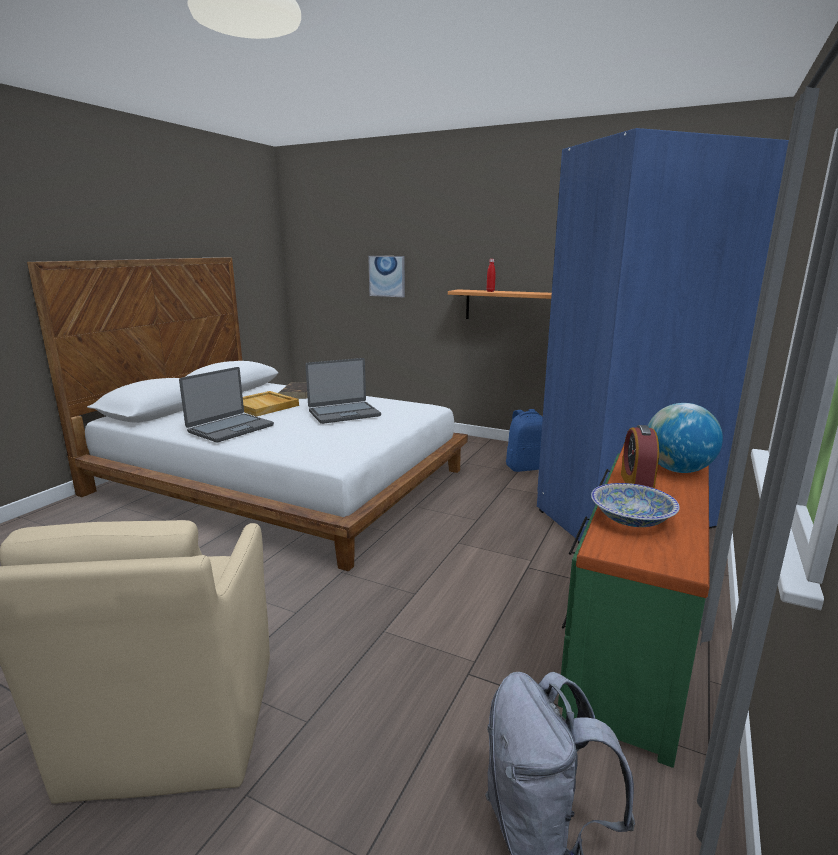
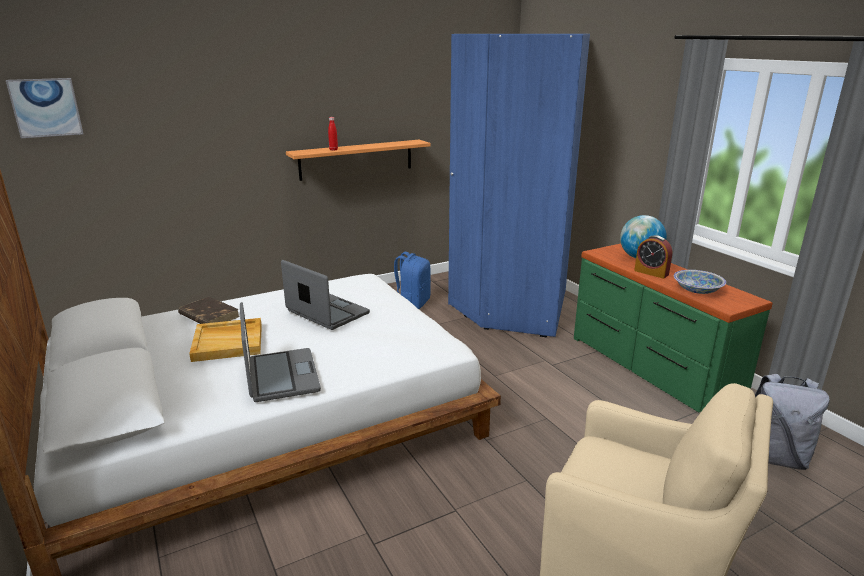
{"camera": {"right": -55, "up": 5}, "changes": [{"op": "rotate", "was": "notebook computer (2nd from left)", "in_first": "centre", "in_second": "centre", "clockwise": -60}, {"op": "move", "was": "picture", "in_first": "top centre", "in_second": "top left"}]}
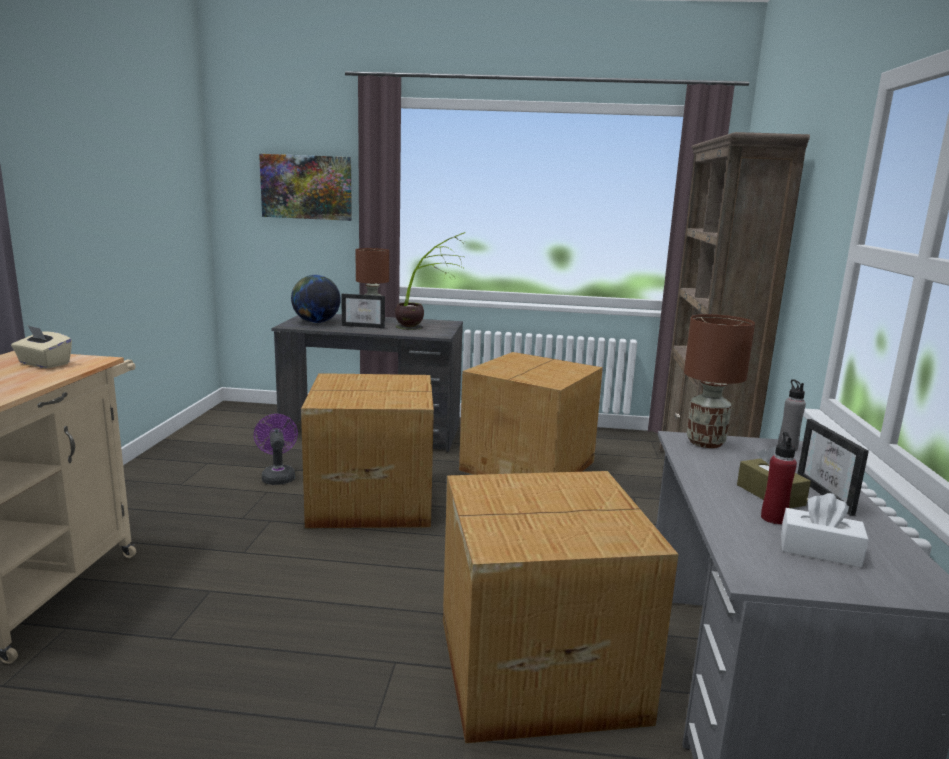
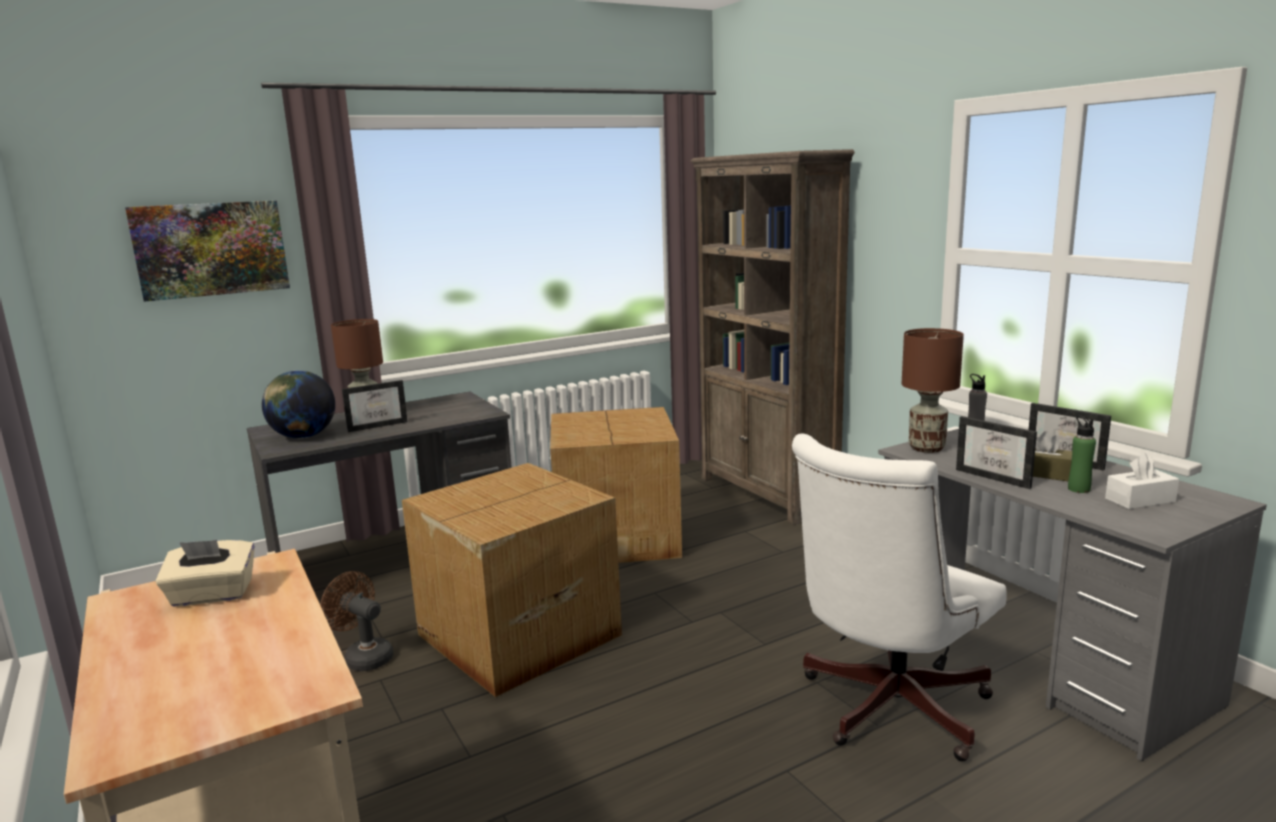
{"camera": {"right": -35, "up": 0}, "changes": [{"op": "recolor", "was": "cooling fan (purple)", "now": "cooling fan (brownish)", "in_first": "middle left", "in_second": "bottom left"}, {"op": "delete", "was": "plant in a pot", "in_first": "centre"}, {"op": "replace", "was": "packing box (3rd from left)", "now": "computer chair (white-coloured)", "in_first": "bottom centre", "in_second": "bottom right"}, {"op": "recolor", "was": "bottle (red)", "now": "bottle (green-coloured)", "in_first": "middle right", "in_second": "middle right"}, {"op": "insert", "now": "picture frame (2nd from left)", "in_second": "middle right"}]}
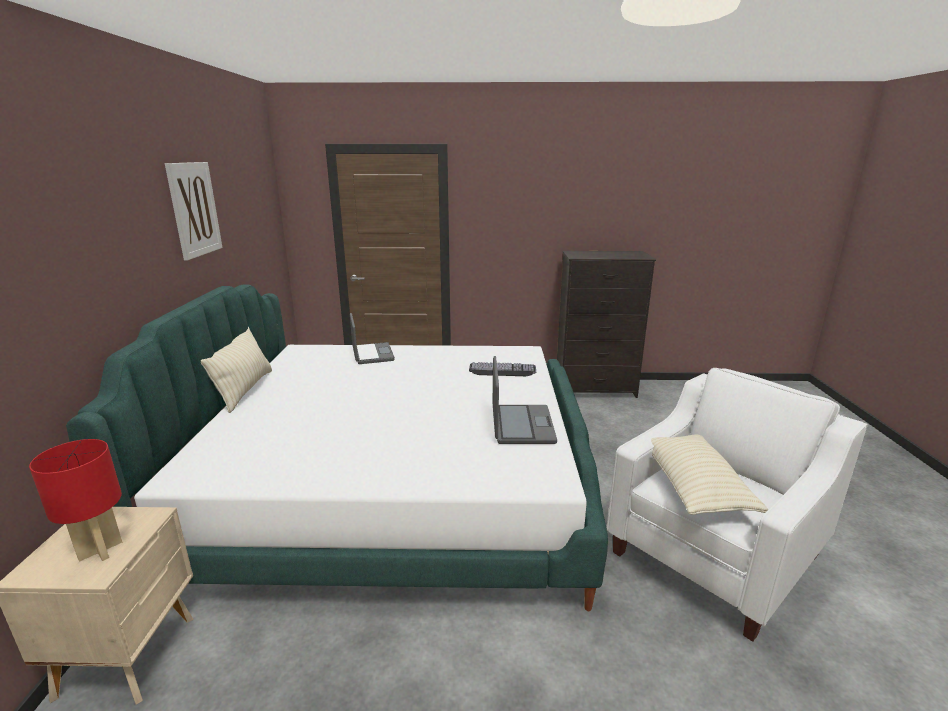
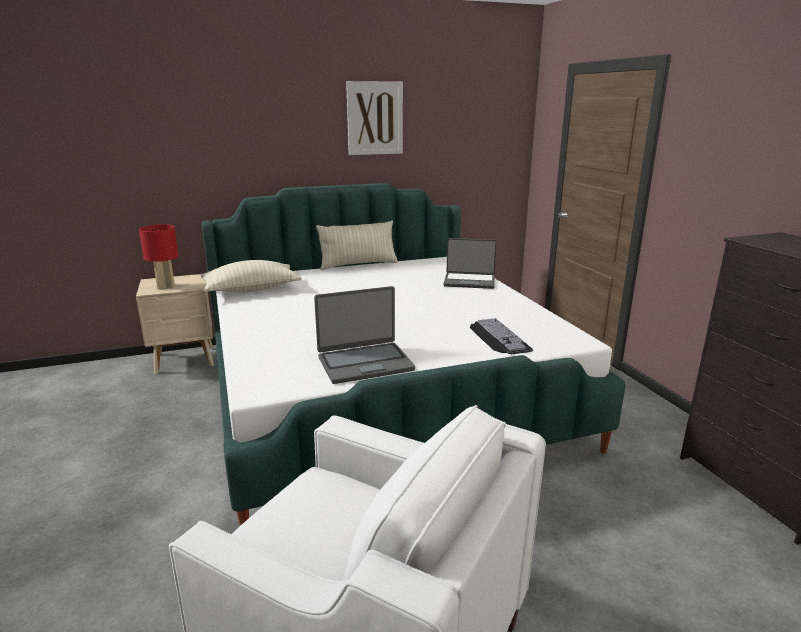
{"camera": {"right": 70, "up": 0}, "changes": [{"op": "rotate", "was": "notebook computer (1st from left in the first image)", "in_first": "centre", "in_second": "centre", "clockwise": 45}, {"op": "move", "was": "pillow (beige) (2nd from left in the first image)", "now": "pillow (beige) (1st from left)", "in_first": "bottom right", "in_second": "middle left"}]}
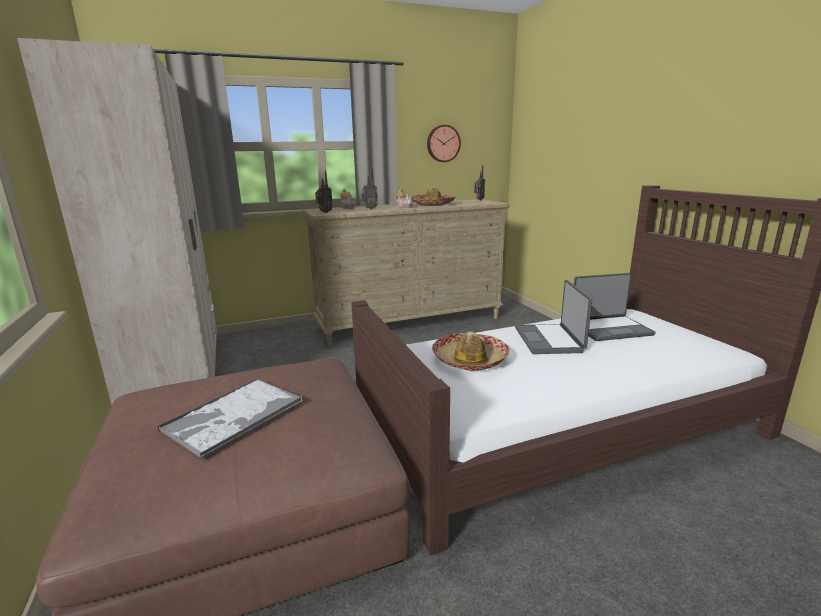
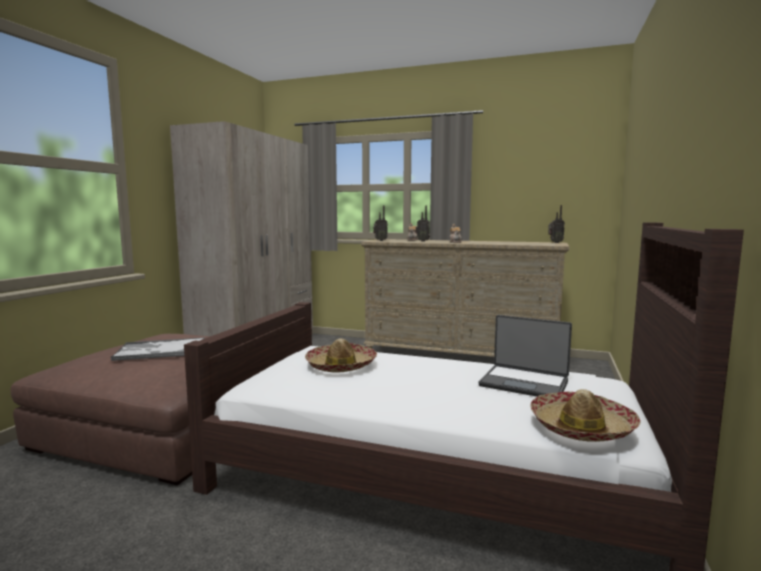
{"camera": {"right": 40, "up": -10}, "changes": [{"op": "move", "was": "hat (1st from left in the first image)", "now": "hat (2nd from left)", "in_first": "top centre", "in_second": "bottom right"}, {"op": "delete", "was": "clock on the wall", "in_first": "top centre"}, {"op": "delete", "was": "notebook computer (1st from left)", "in_first": "middle right"}]}
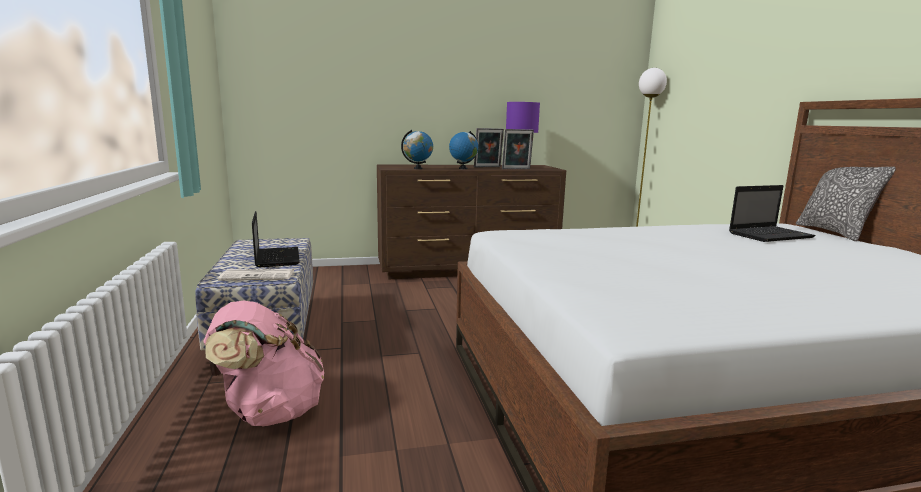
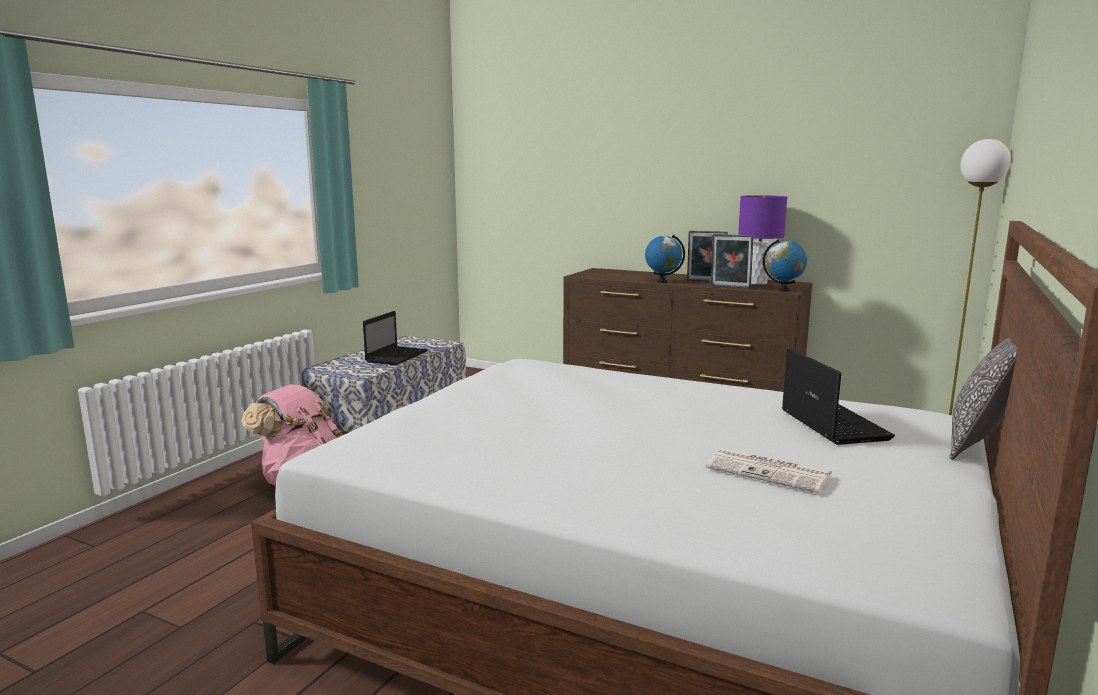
{"camera": {"right": 40, "up": 0}, "changes": [{"op": "move", "was": "printed paper", "in_first": "middle left", "in_second": "bottom right"}, {"op": "move", "was": "world globe (1st from left in the first image)", "now": "world globe (2nd from left)", "in_first": "top centre", "in_second": "middle right"}, {"op": "rotate", "was": "notebook computer (2nd from left)", "in_first": "middle right", "in_second": "middle right", "clockwise": -120}]}
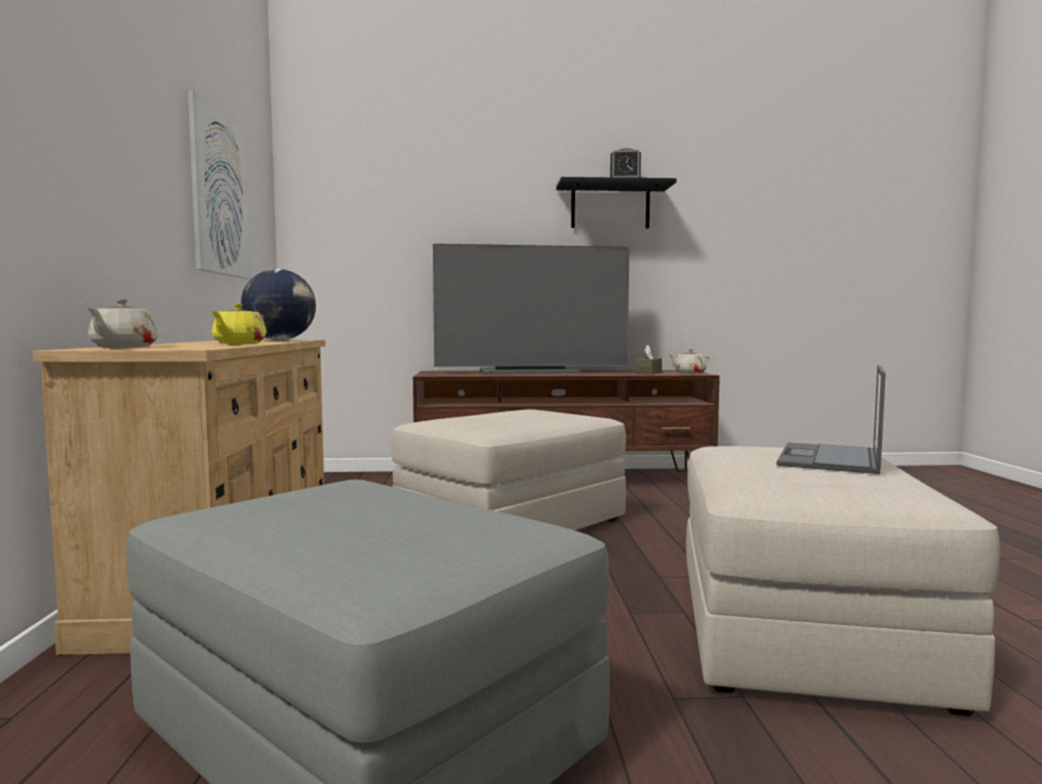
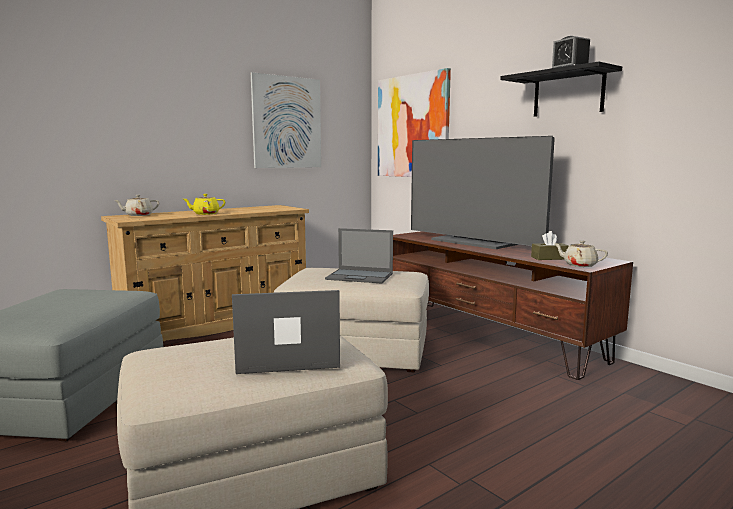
{"camera": {"right": 55, "up": 5}, "changes": [{"op": "delete", "was": "world globe", "in_first": "middle left"}, {"op": "insert", "now": "notebook computer (2nd from left)", "in_second": "centre"}, {"op": "insert", "now": "picture (2nd from left)", "in_second": "top centre"}]}
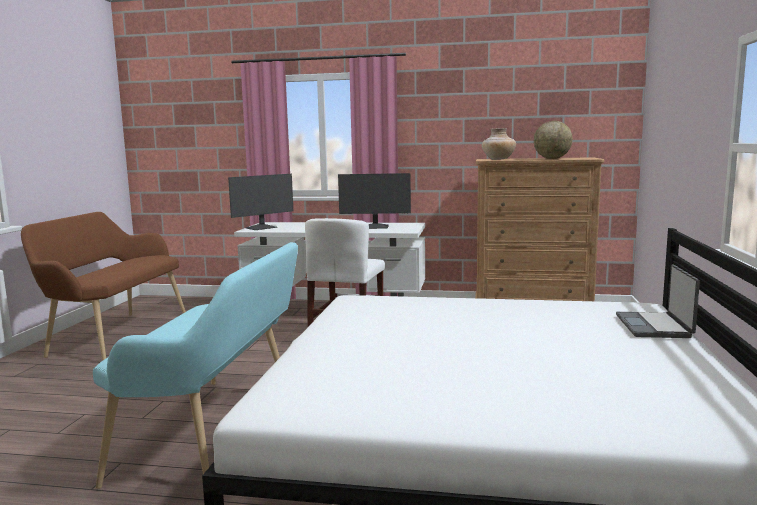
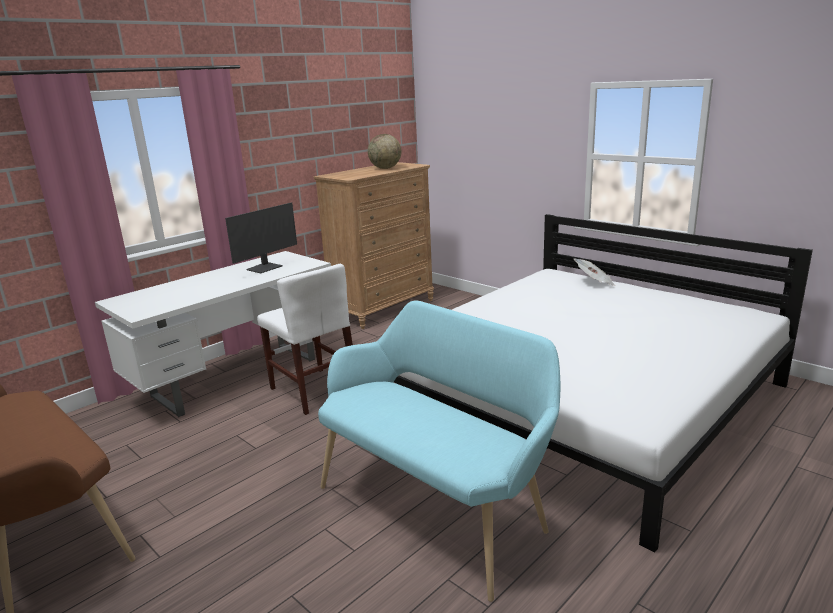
{"camera": {"right": -55, "up": 10}, "changes": [{"op": "delete", "was": "computer screen (1st from left)", "in_first": "centre"}, {"op": "delete", "was": "vase (beige)", "in_first": "top centre"}, {"op": "replace", "was": "notebook computer", "now": "printed paper", "in_first": "middle right", "in_second": "middle right"}]}
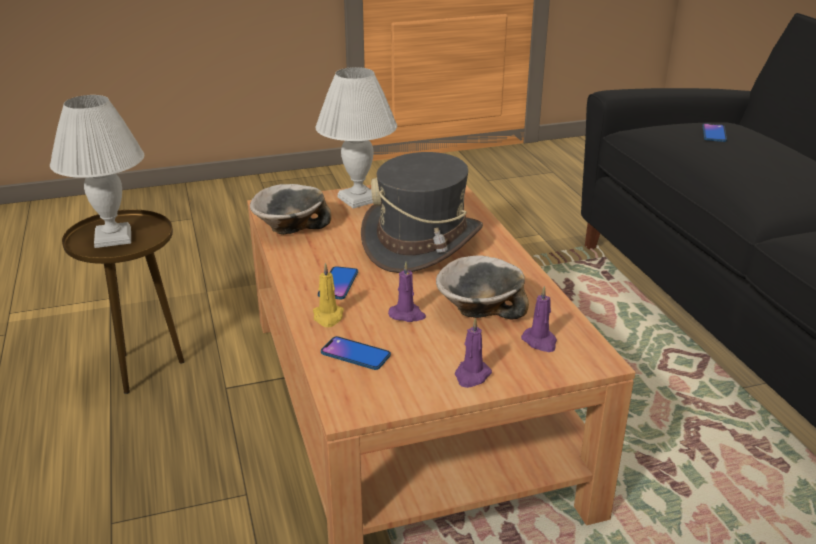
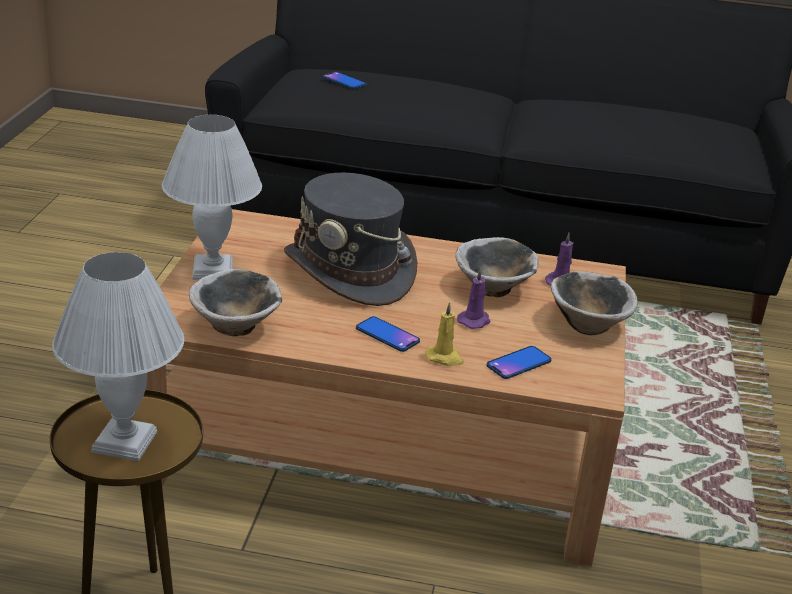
{"camera": {"right": -65, "up": 0}, "changes": [{"op": "replace", "was": "wax candle (purple) (2nd from left)", "now": "bowl (3rd from left)", "in_first": "centre", "in_second": "middle right"}]}
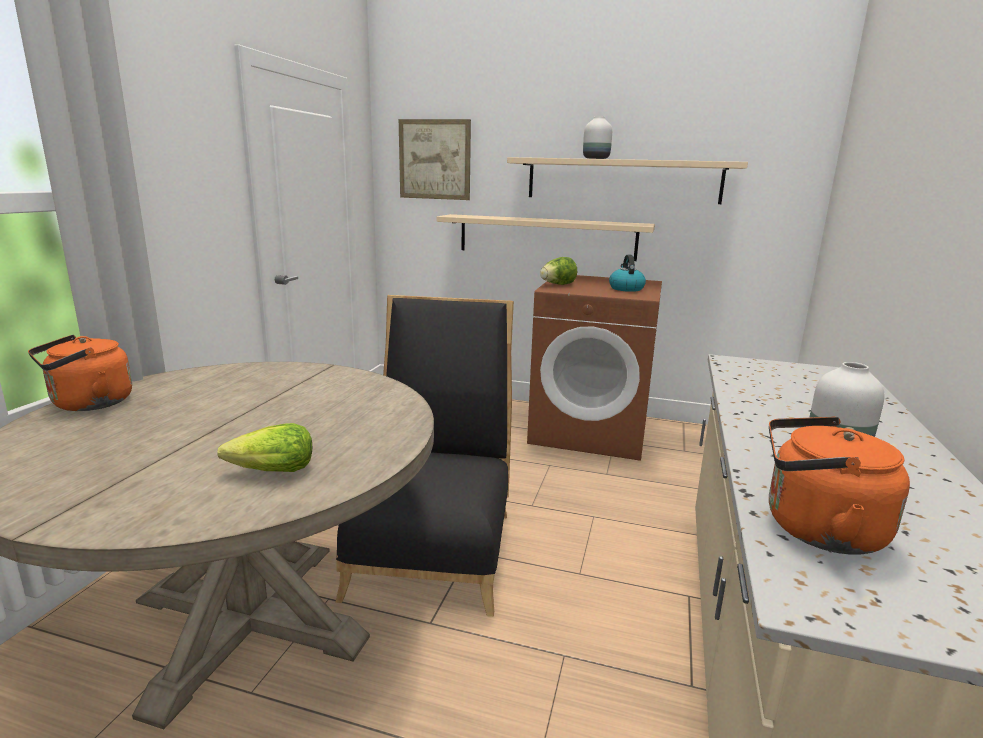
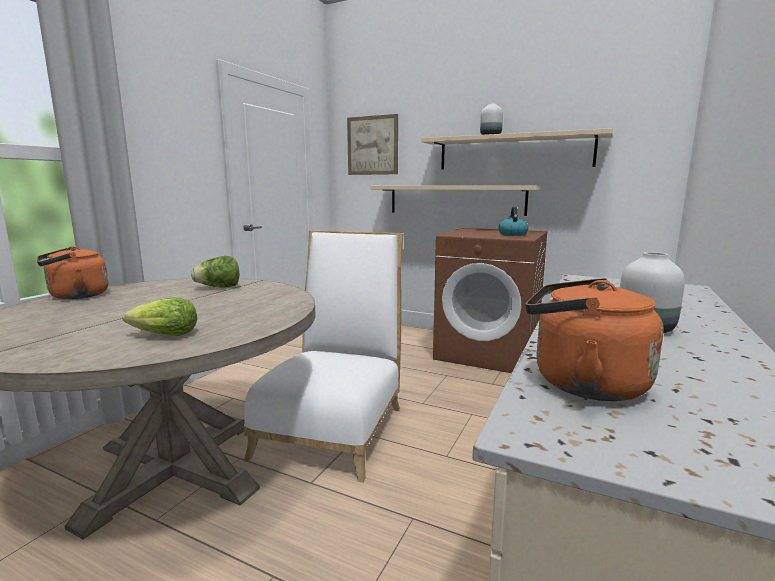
{"camera": {"right": 10, "up": -5}, "changes": [{"op": "recolor", "was": "upright chair (black-coloured)", "now": "upright chair (white-coloured)", "in_first": "centre", "in_second": "centre"}, {"op": "move", "was": "lettuce (2nd from left)", "in_first": "centre", "in_second": "middle left"}]}
